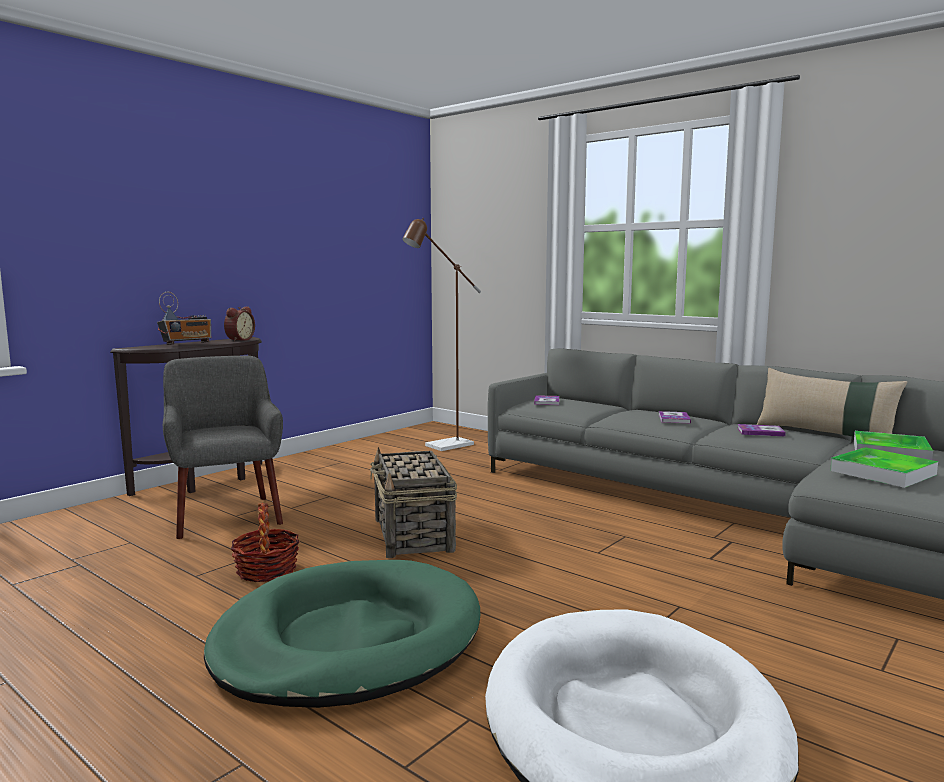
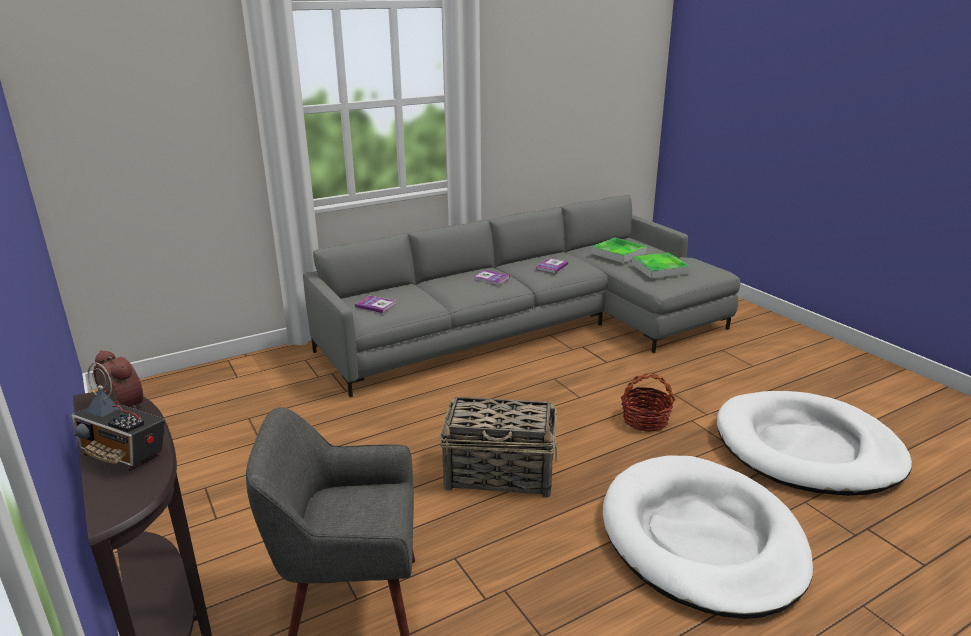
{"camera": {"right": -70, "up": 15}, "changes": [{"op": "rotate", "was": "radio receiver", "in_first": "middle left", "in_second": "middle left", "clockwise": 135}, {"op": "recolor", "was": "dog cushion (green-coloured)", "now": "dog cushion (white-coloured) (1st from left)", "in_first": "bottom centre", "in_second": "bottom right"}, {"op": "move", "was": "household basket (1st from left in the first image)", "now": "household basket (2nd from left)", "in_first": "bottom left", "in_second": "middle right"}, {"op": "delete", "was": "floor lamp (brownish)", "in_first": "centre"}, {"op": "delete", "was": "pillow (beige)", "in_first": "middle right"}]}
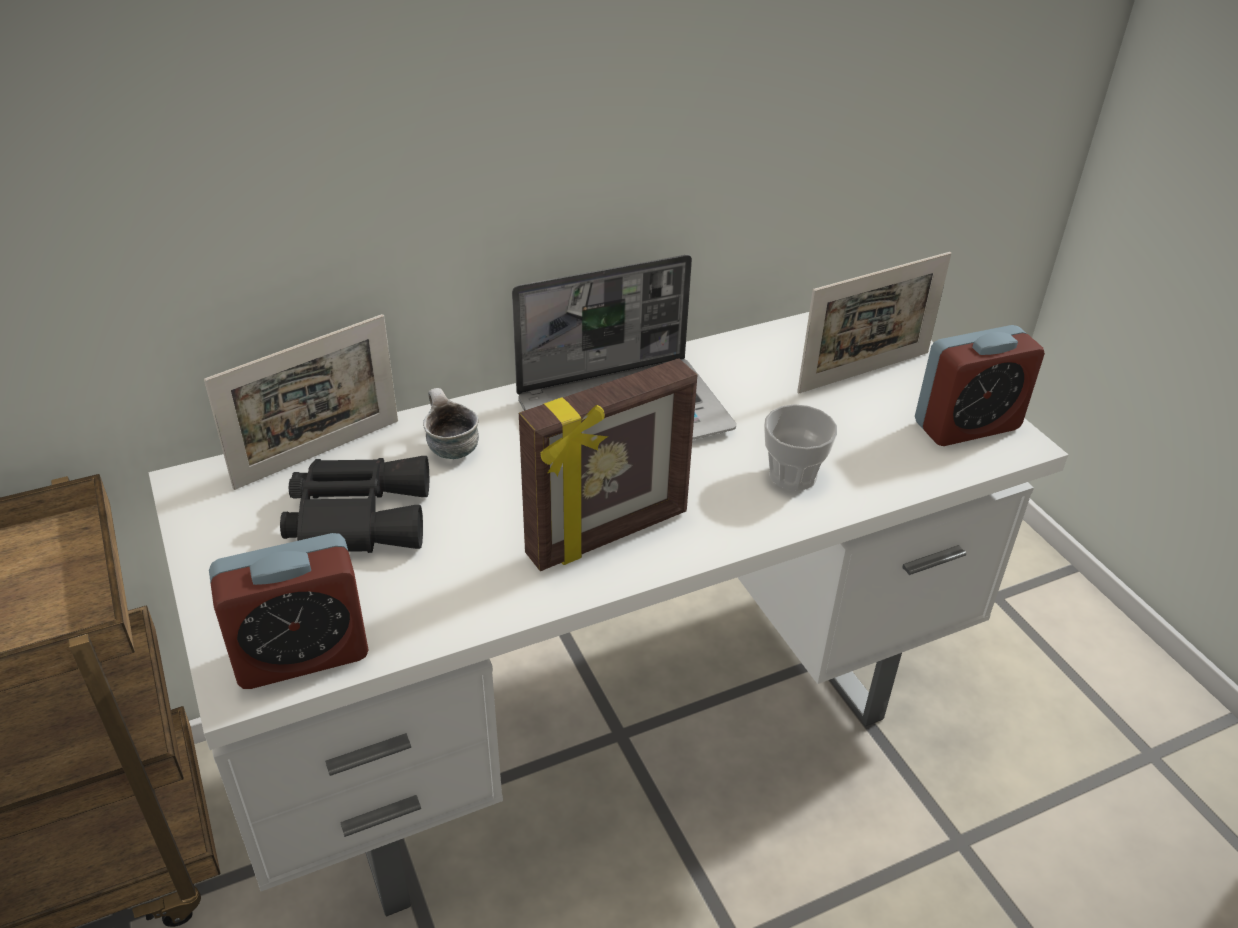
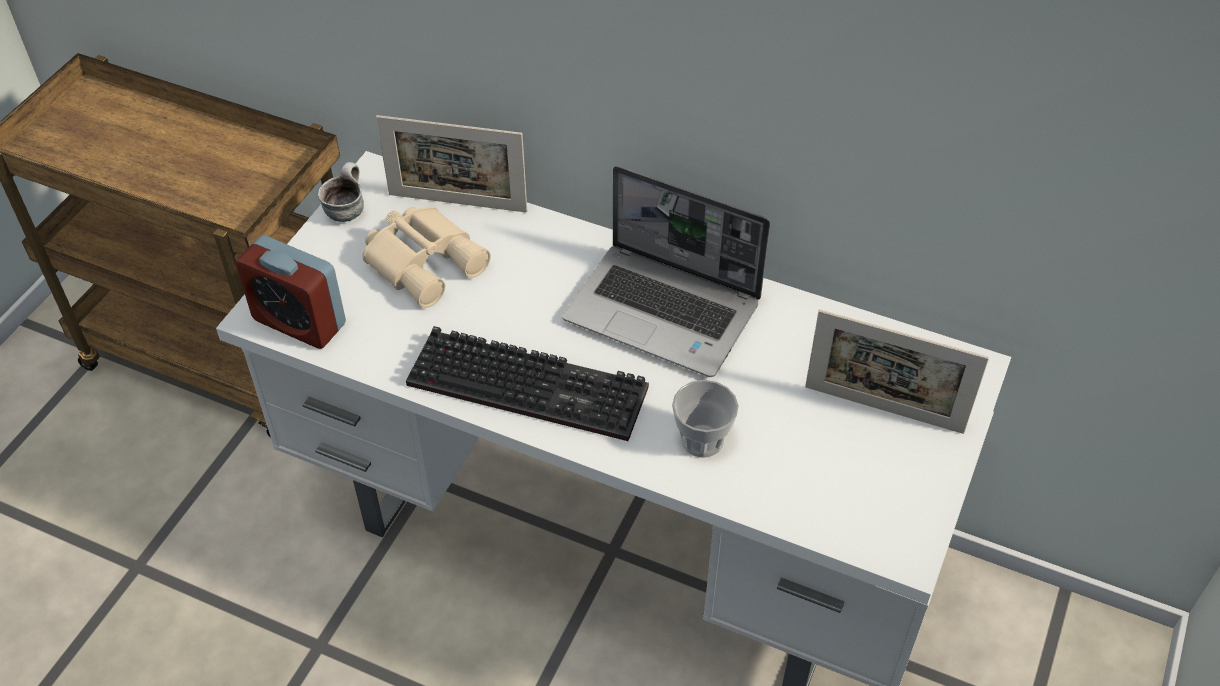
{"camera": {"right": 50, "up": 10}, "changes": [{"op": "recolor", "was": "binoculars (black-coloured)", "now": "binoculars (beige)", "in_first": "middle left", "in_second": "centre"}, {"op": "move", "was": "mug", "in_first": "centre", "in_second": "top left"}, {"op": "replace", "was": "picture frame (2nd from left)", "now": "computer keyboard", "in_first": "centre", "in_second": "centre"}, {"op": "delete", "was": "bedside clock (2nd from left)", "in_first": "middle right"}]}
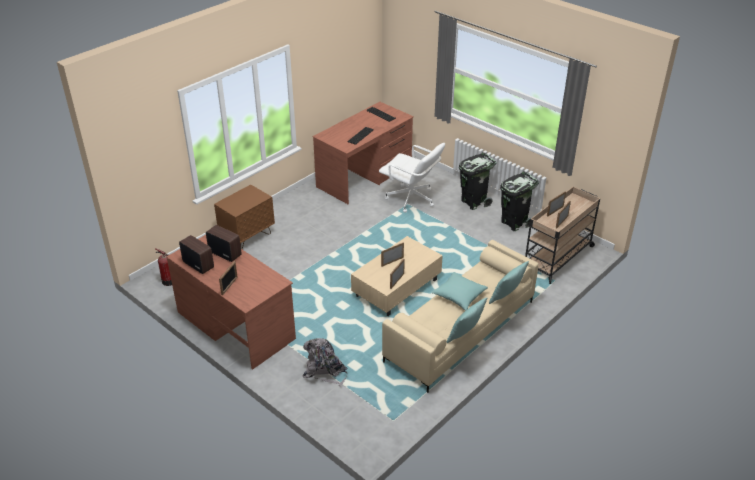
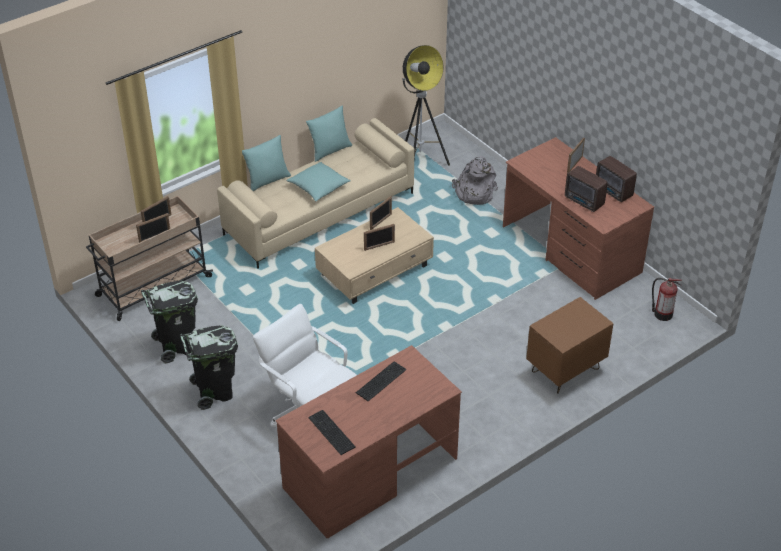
{"camera": {"right": -170, "up": 5}, "changes": [{"op": "insert", "now": "floor lamp", "in_second": "top centre"}]}
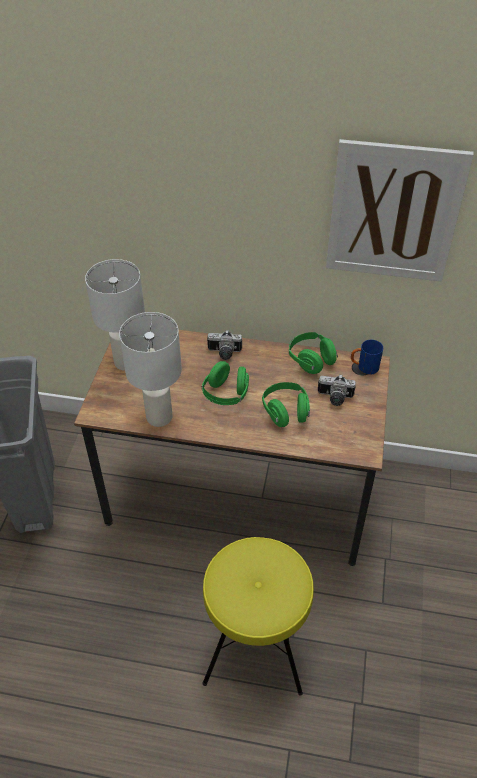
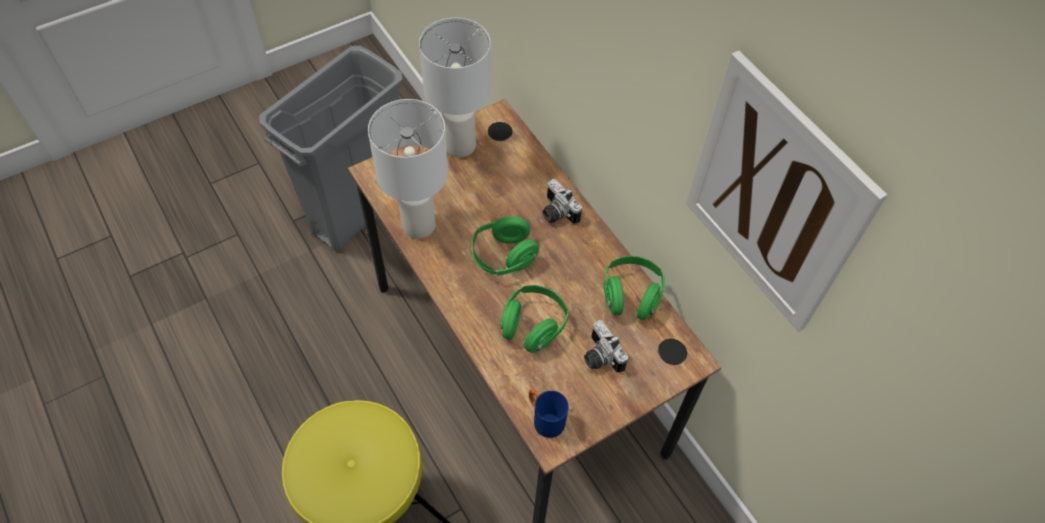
{"camera": {"right": 45, "up": 10}, "changes": [{"op": "move", "was": "mug (bluish)", "in_first": "middle right", "in_second": "bottom centre"}]}
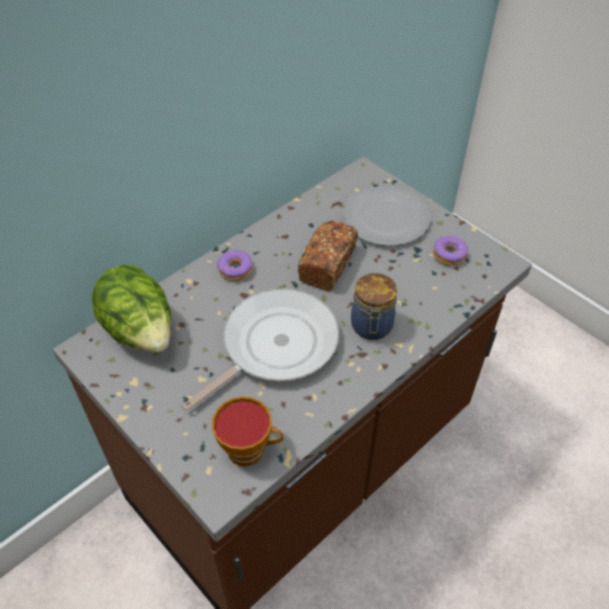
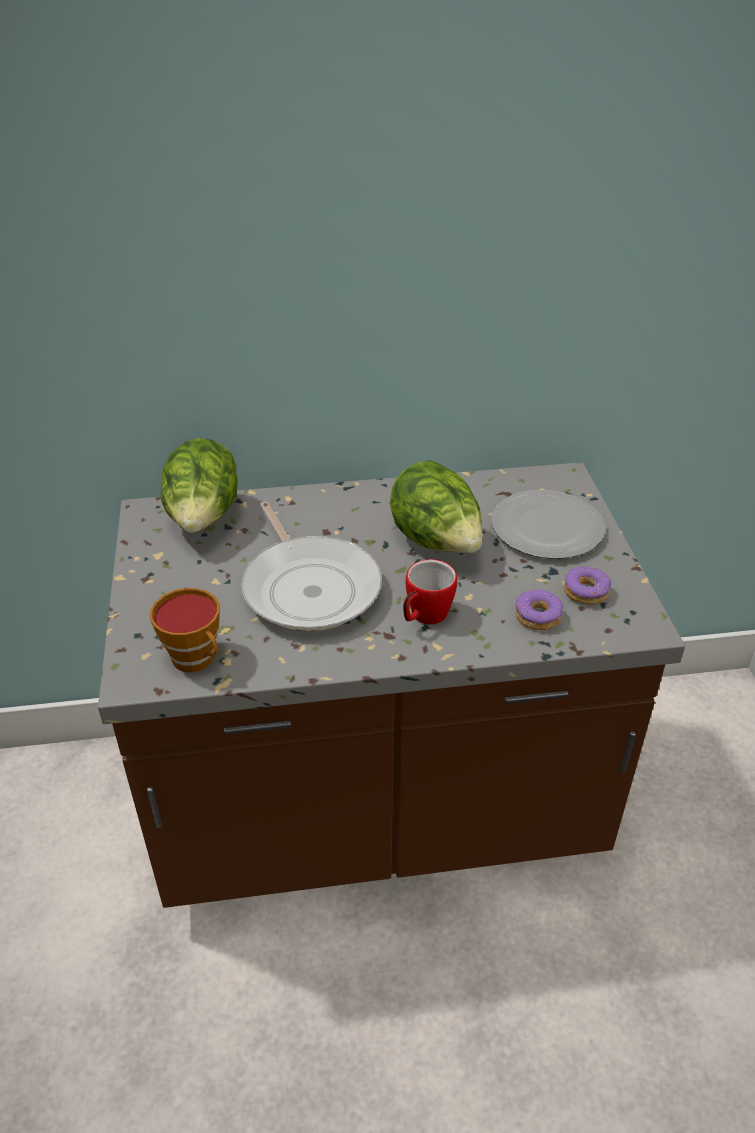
{"camera": {"right": 35, "up": -10}, "changes": [{"op": "rotate", "was": "frying pan", "in_first": "centre", "in_second": "centre", "clockwise": 75}, {"op": "move", "was": "doughnut (1st from left)", "in_first": "centre", "in_second": "middle right"}, {"op": "replace", "was": "bakery bread", "now": "lettuce (2nd from left)", "in_first": "centre", "in_second": "centre"}, {"op": "replace", "was": "preserve jar", "now": "mug", "in_first": "centre", "in_second": "centre"}]}
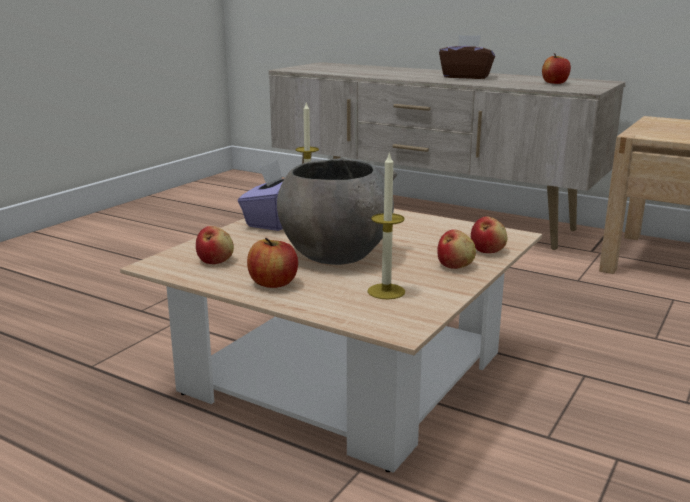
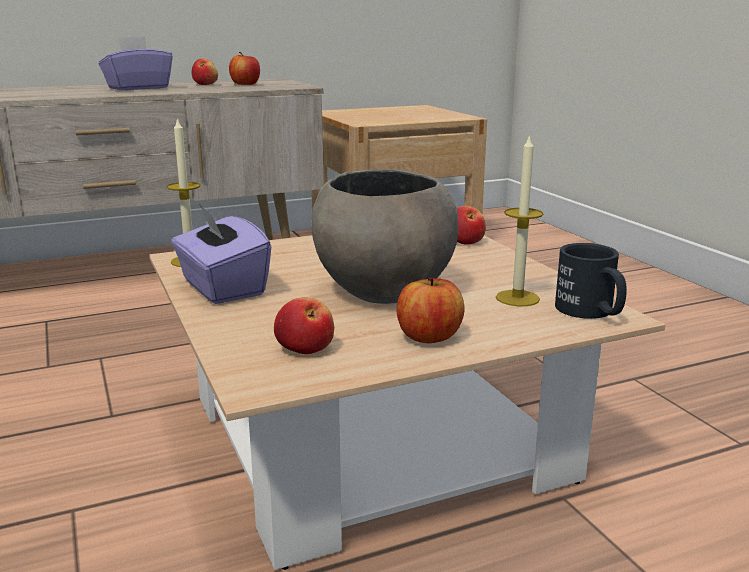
{"camera": {"right": -55, "up": 0}, "changes": [{"op": "move", "was": "apple fruit (3rd from left in the first image)", "now": "apple fruit (1st from left)", "in_first": "centre", "in_second": "top left"}, {"op": "recolor", "was": "tissue holder (brownish)", "now": "tissue holder (purple) (1st from left)", "in_first": "top right", "in_second": "top left"}, {"op": "insert", "now": "mug (black-coloured)", "in_second": "middle right"}]}
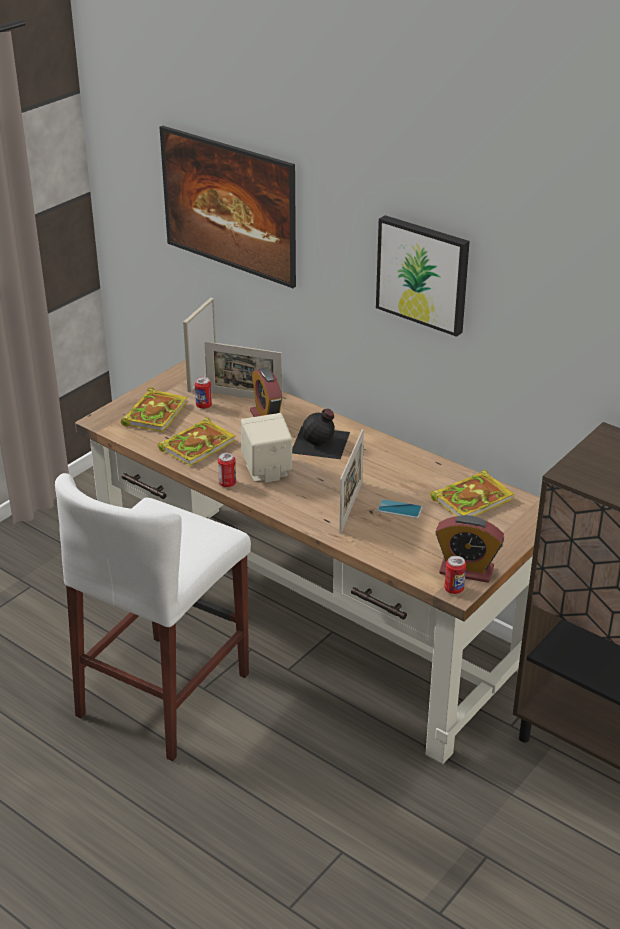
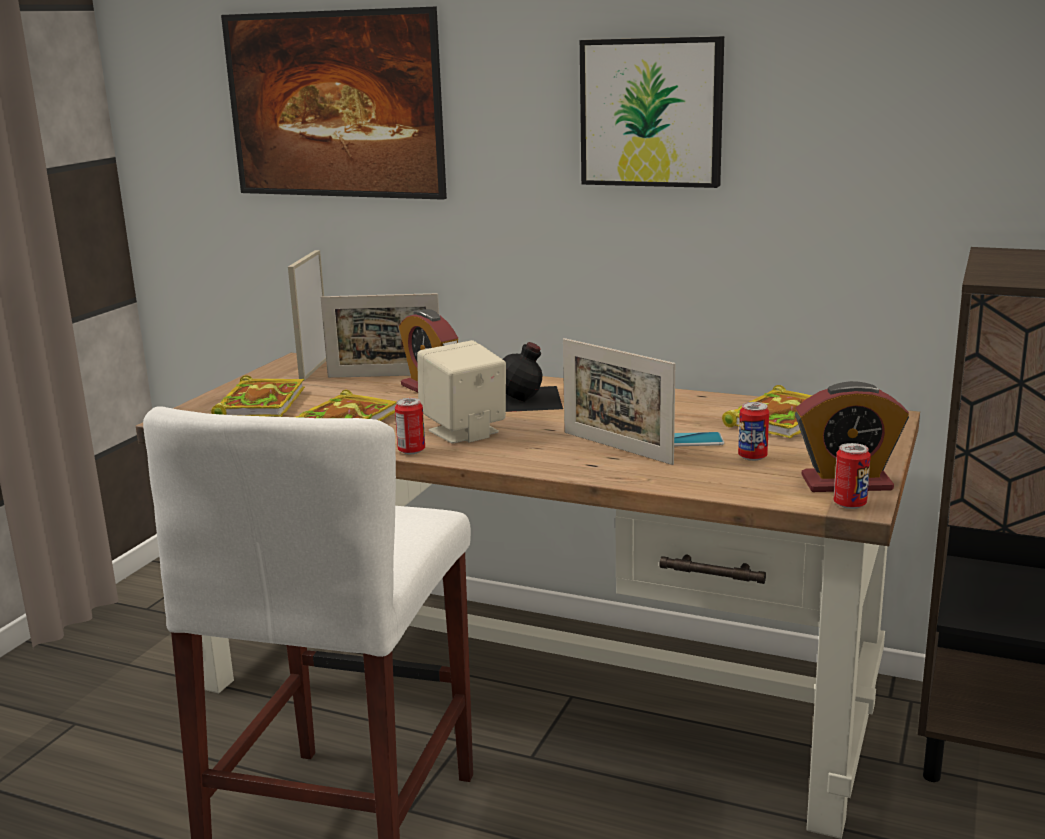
{"camera": {"right": -15, "up": -15}, "changes": [{"op": "move", "was": "can (1st from left in the first image)", "now": "can (2nd from left)", "in_first": "middle left", "in_second": "middle right"}, {"op": "rotate", "was": "picture frame (3rd from left)", "in_first": "centre", "in_second": "centre", "clockwise": 135}]}
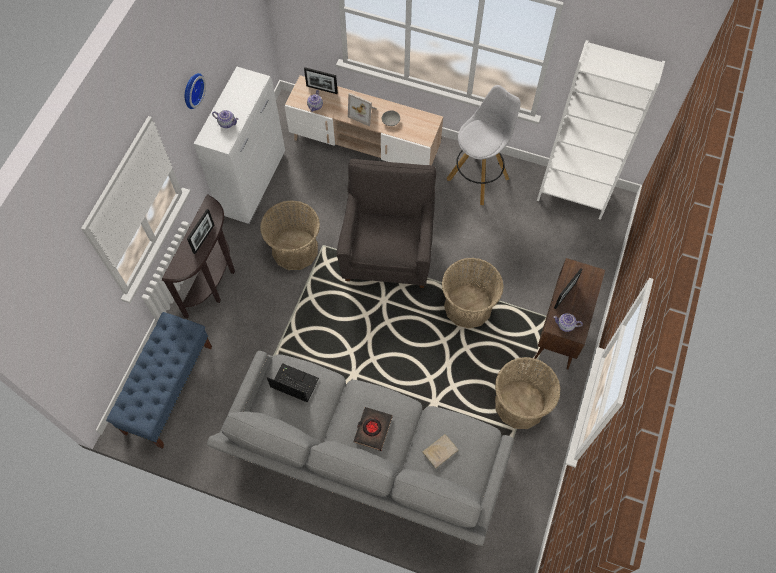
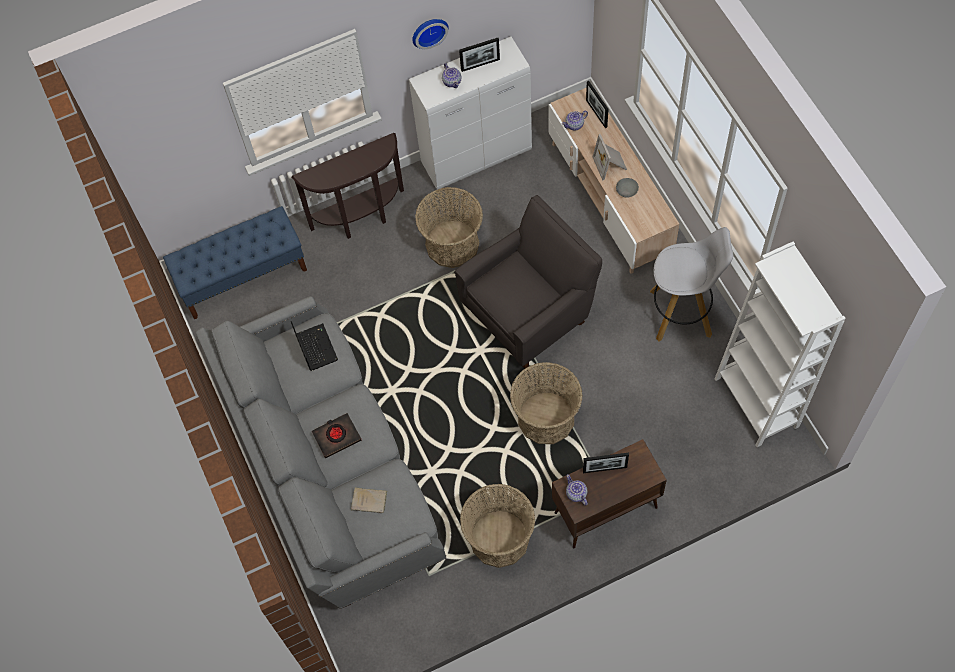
{"camera": {"right": 50, "up": 0}, "changes": [{"op": "move", "was": "picture frame (1st from left)", "in_first": "middle left", "in_second": "top centre"}]}
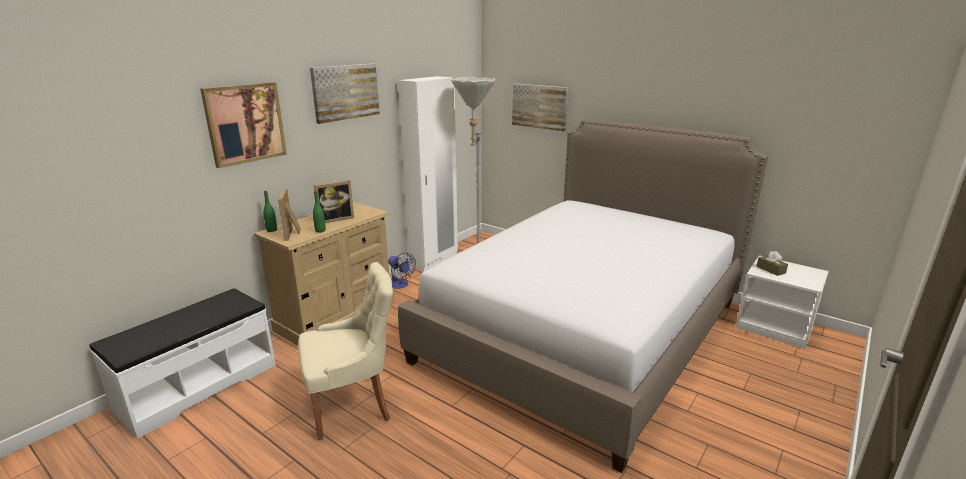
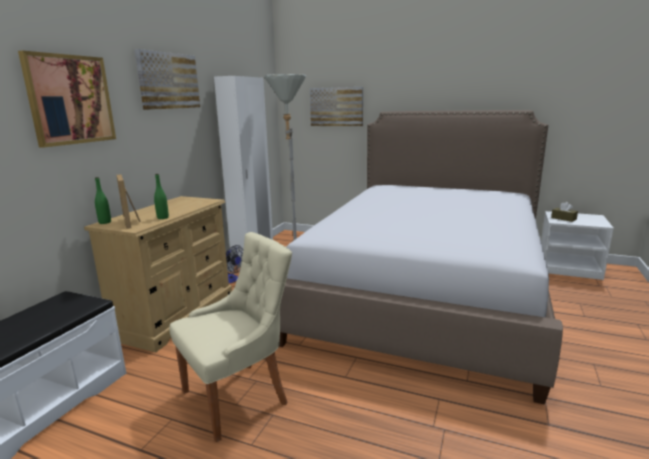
{"camera": {"right": -15, "up": -5}, "changes": [{"op": "delete", "was": "picture frame (2nd from left)", "in_first": "centre"}]}
